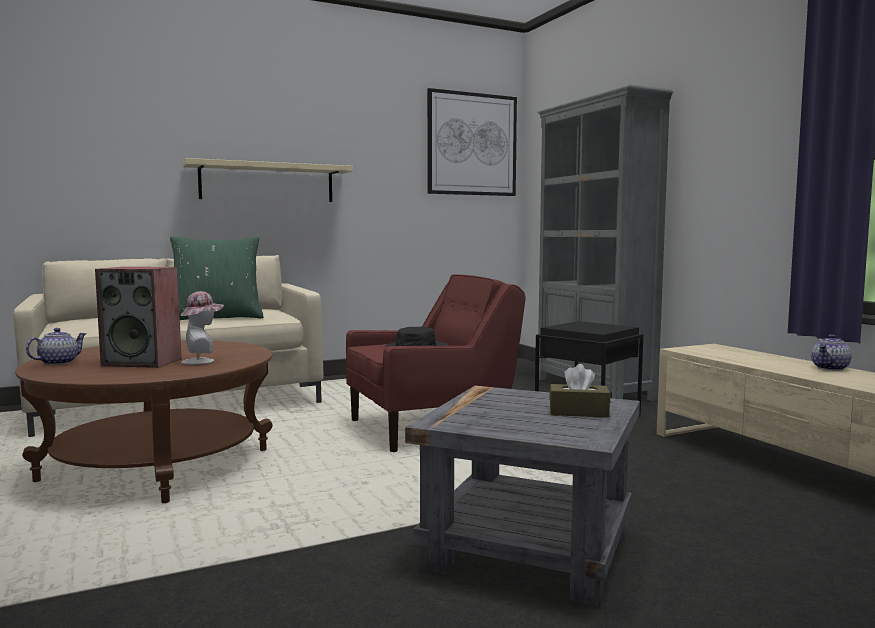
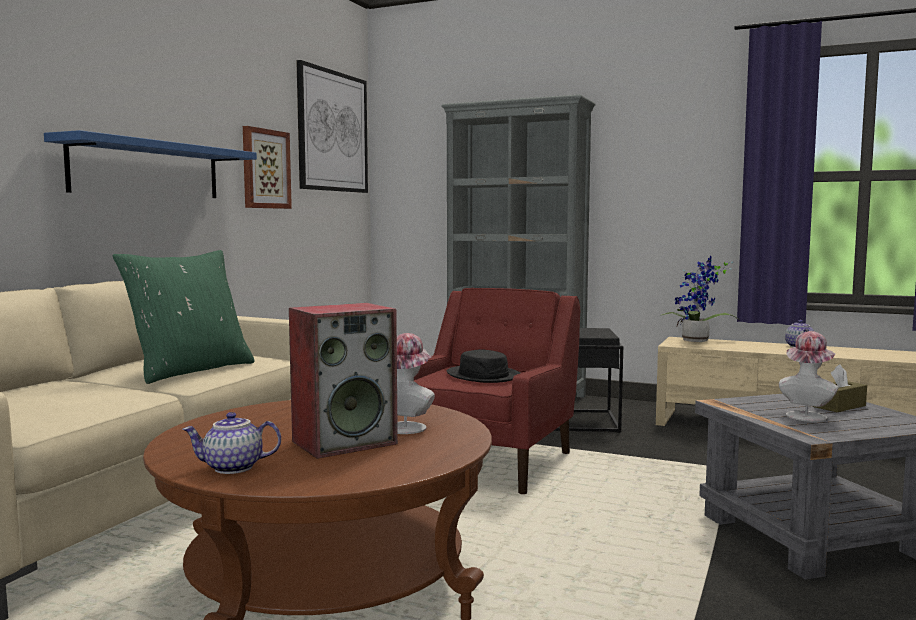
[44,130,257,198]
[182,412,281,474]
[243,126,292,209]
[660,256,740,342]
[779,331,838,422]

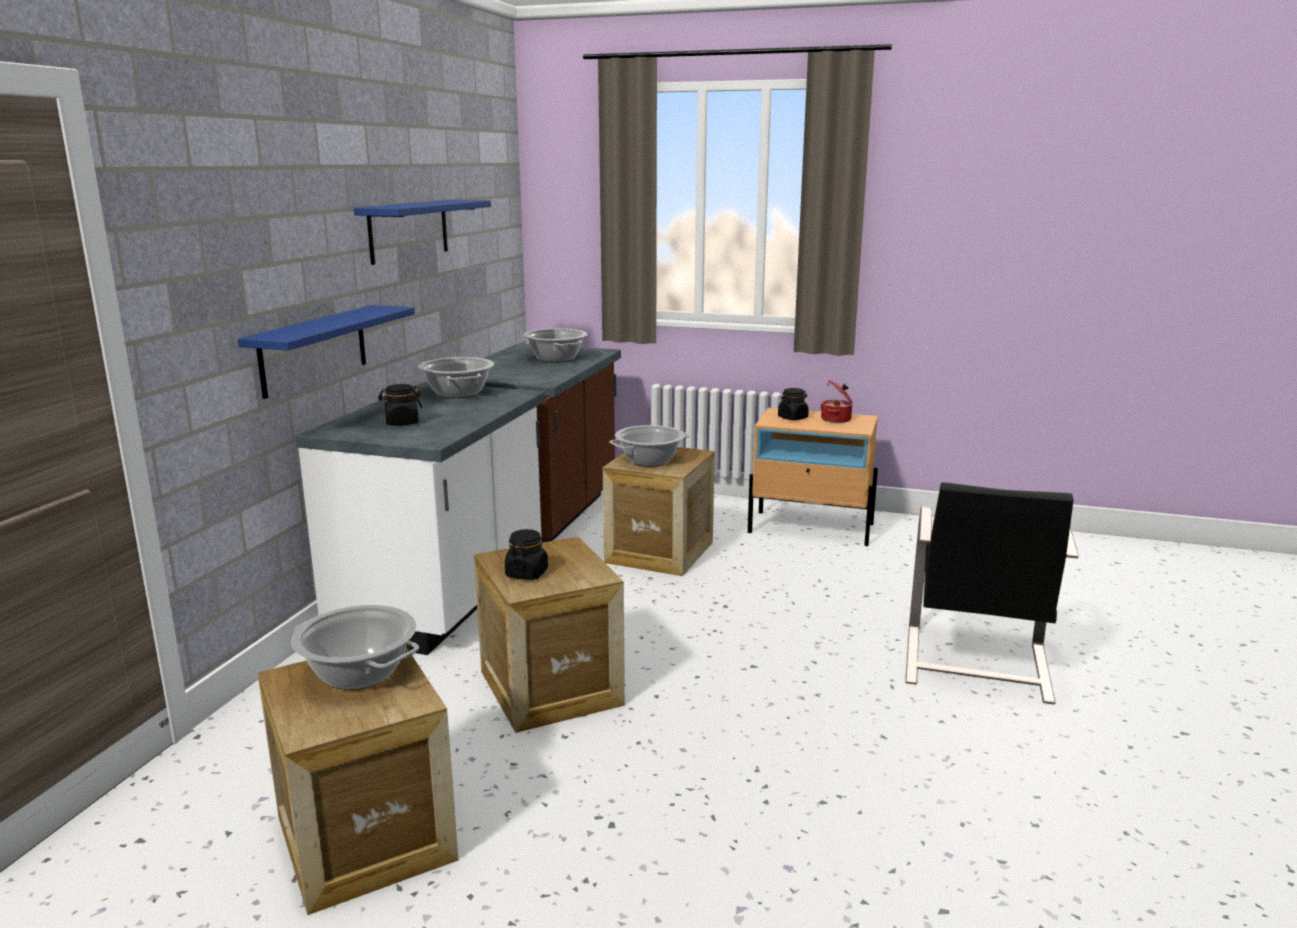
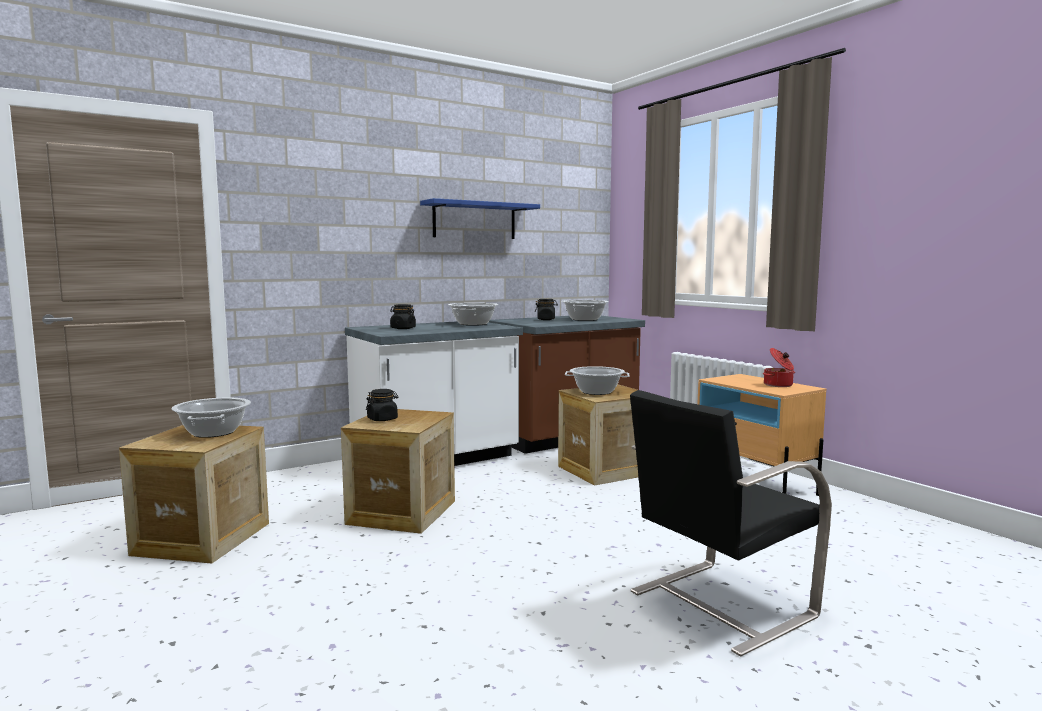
[238,305,415,399] (first image)
[535,299,558,320]

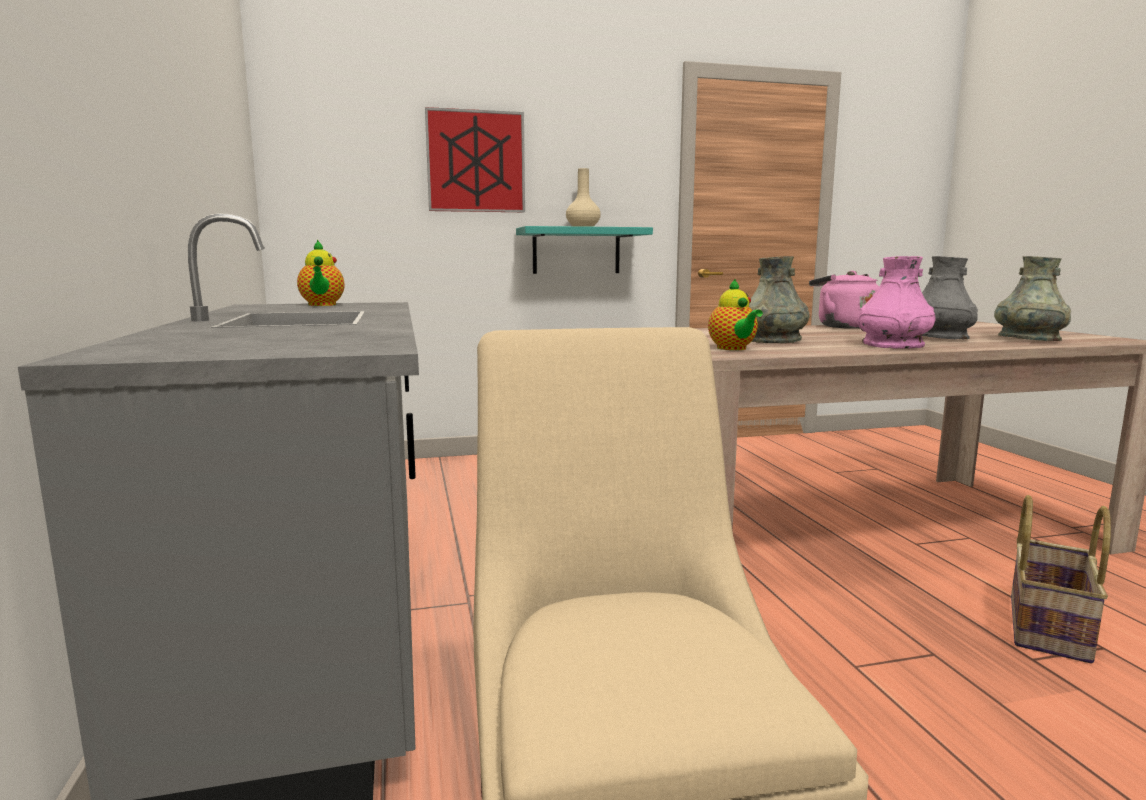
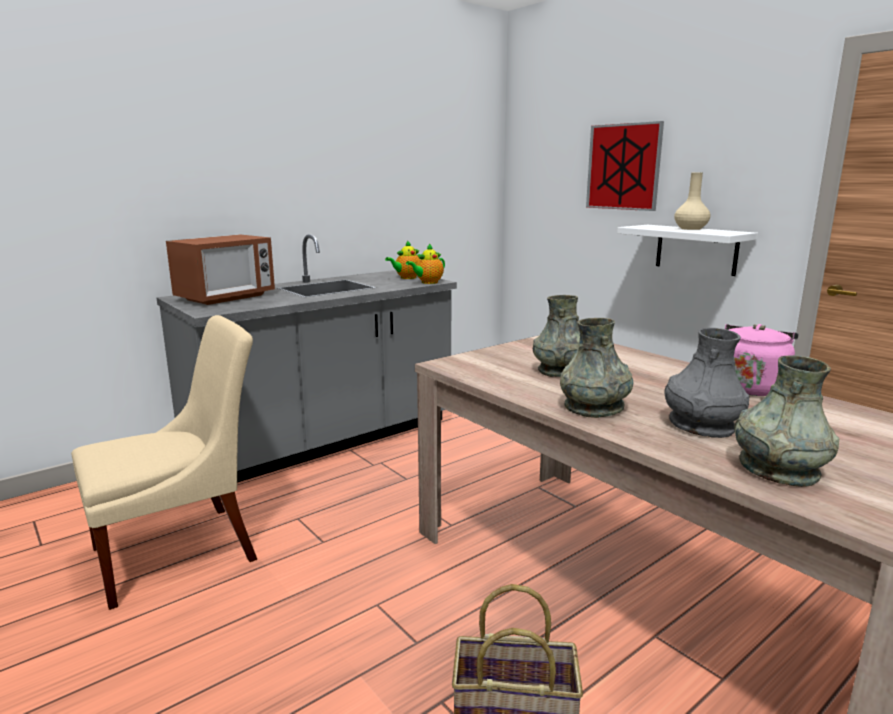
[617,225,758,276]
[560,318,633,418]
[406,244,445,284]
[166,234,275,305]

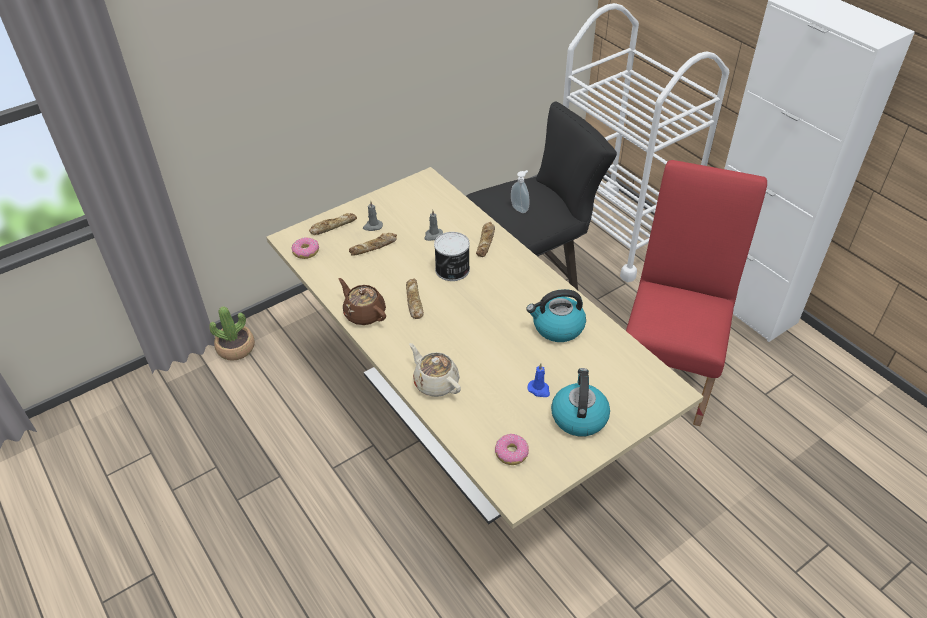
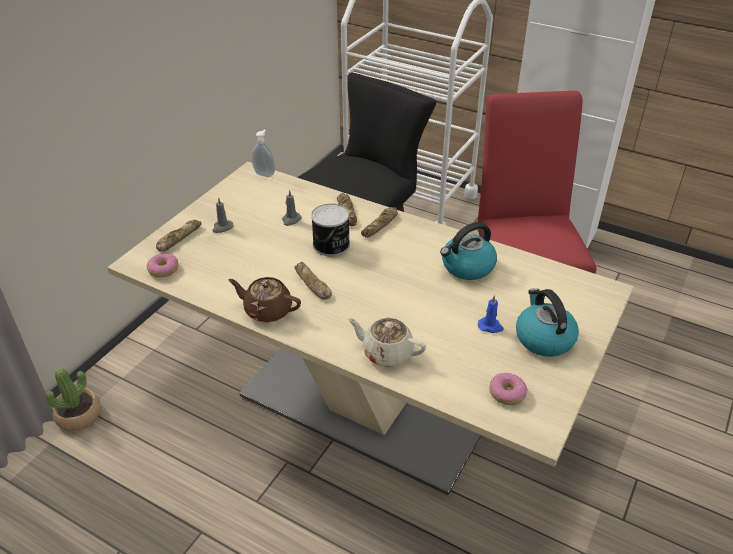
[252,130,275,177]
[361,207,398,238]

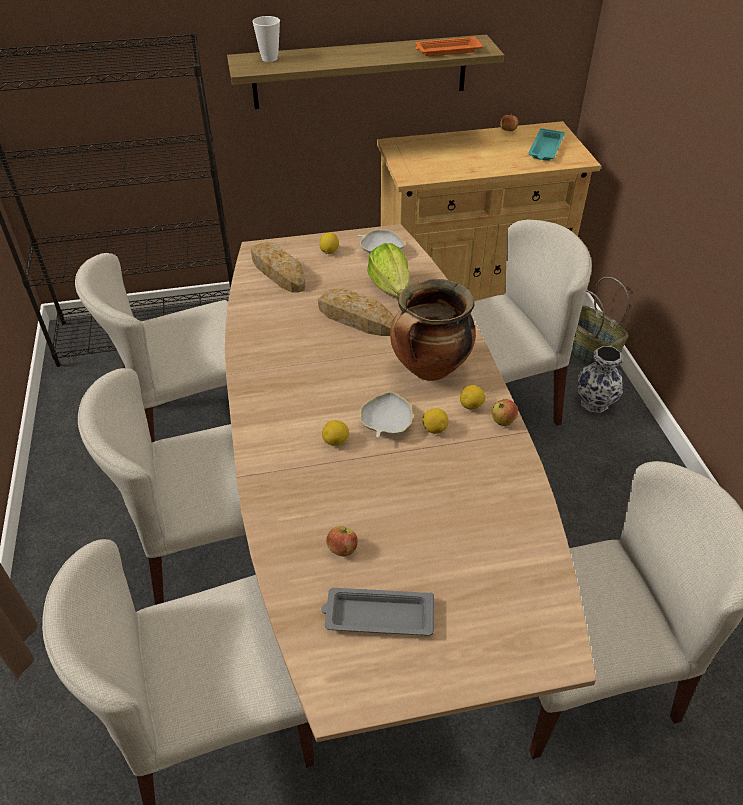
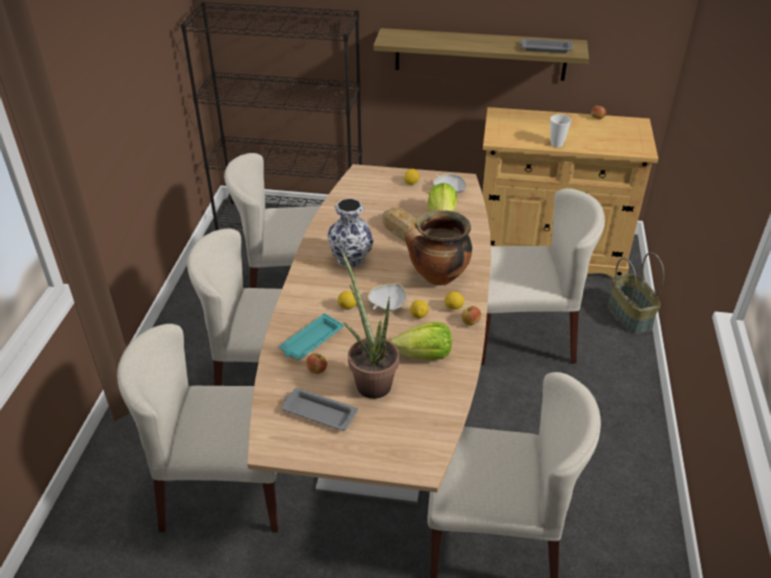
[550,114,571,147]
[519,39,573,53]
[279,313,344,360]
[251,242,305,293] (first image)
[327,198,373,268]
[341,250,399,399]
[391,322,452,360]

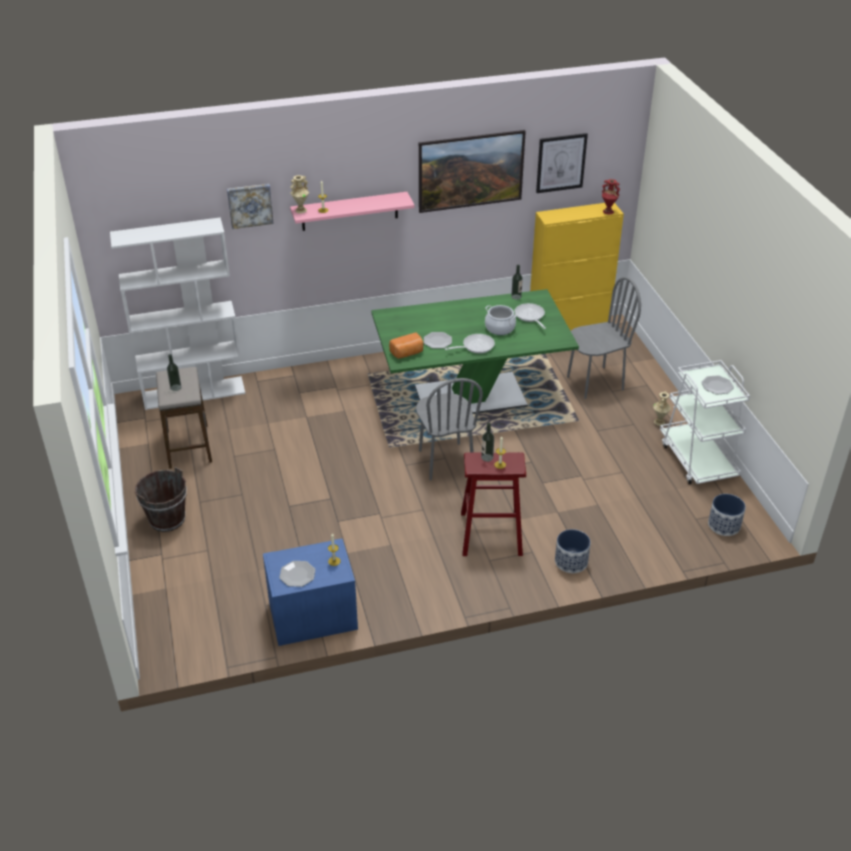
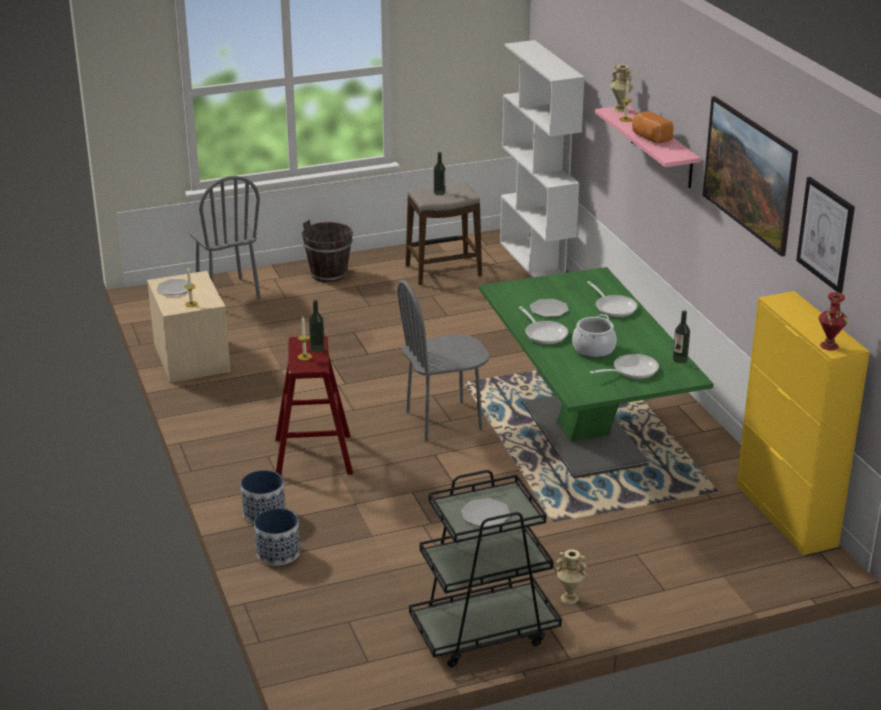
[227,184,274,229] (first image)
[189,176,260,300]
[632,111,673,143]
[409,470,562,667]
[254,508,300,566]
[147,271,230,383]
[587,281,638,317]

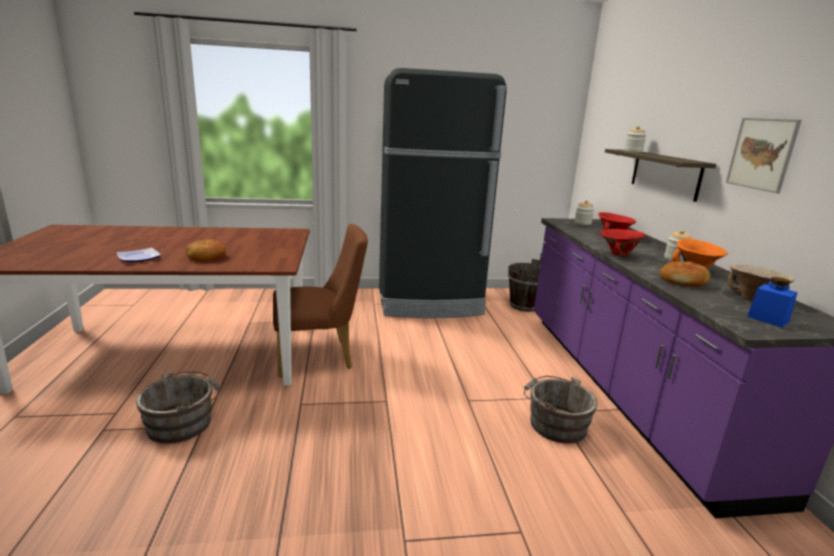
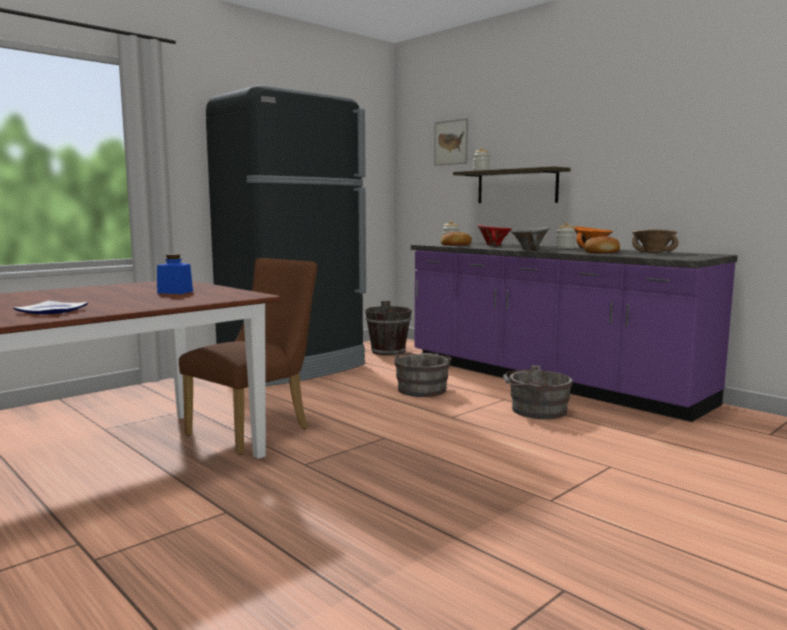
[434,118,468,166]
[510,227,549,250]
[440,232,472,245]
[157,254,193,294]
[394,353,451,397]

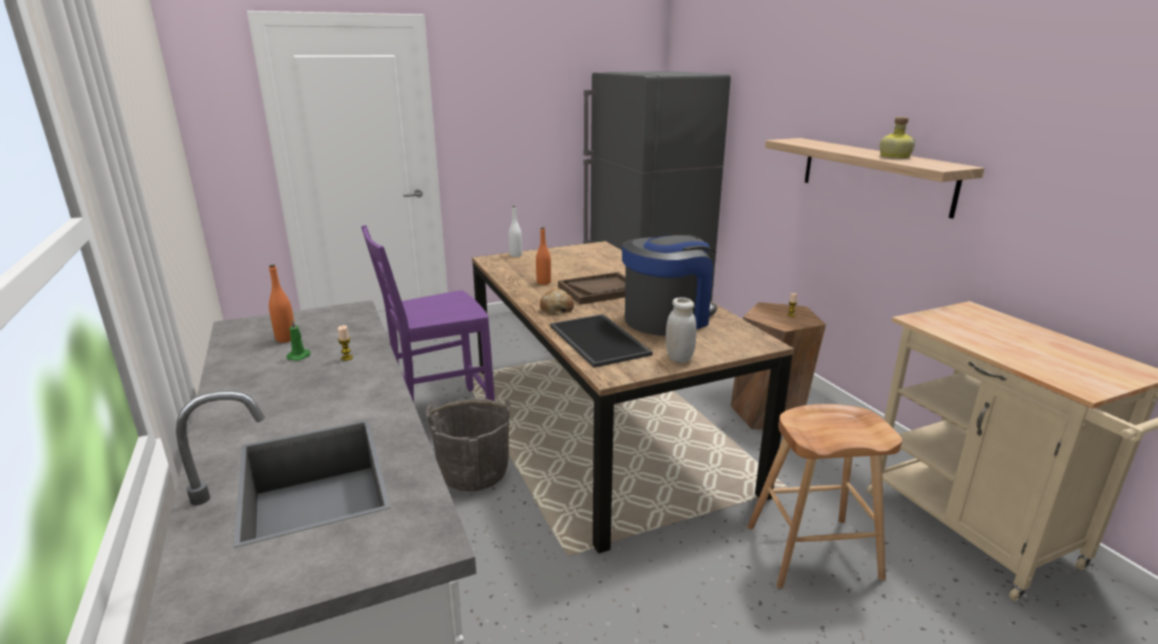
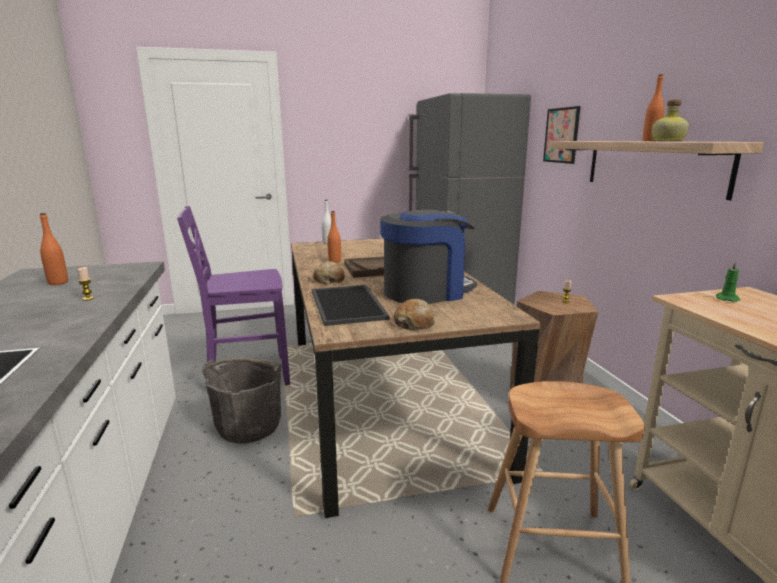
[394,299,435,330]
[716,261,740,302]
[643,75,664,141]
[543,106,581,164]

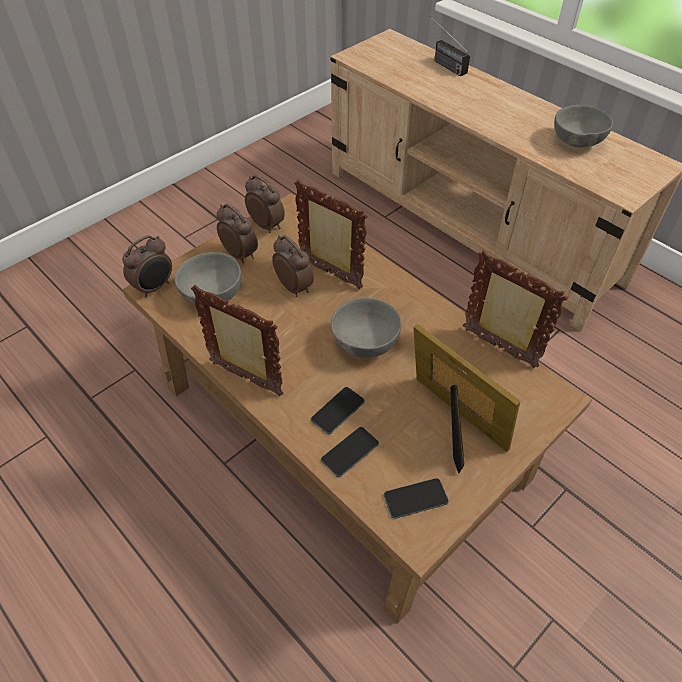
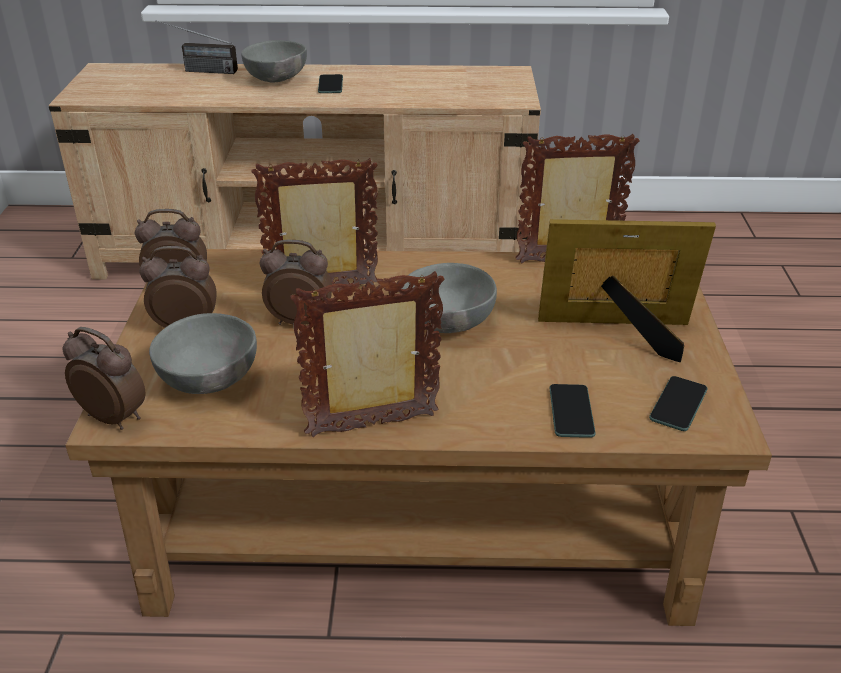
[241,40,307,82]
[63,327,145,430]
[318,74,343,93]

